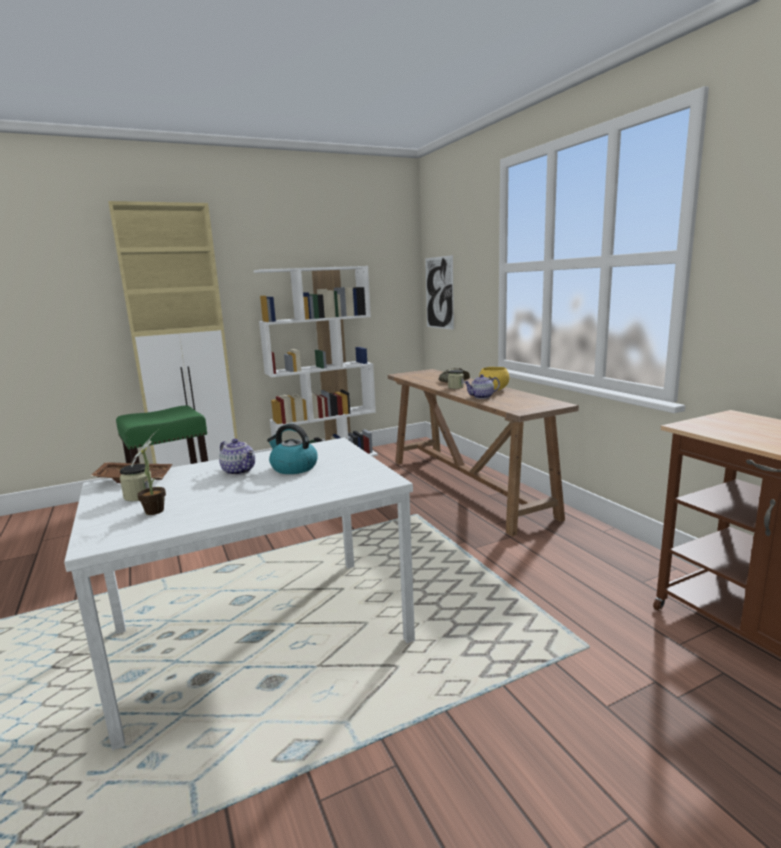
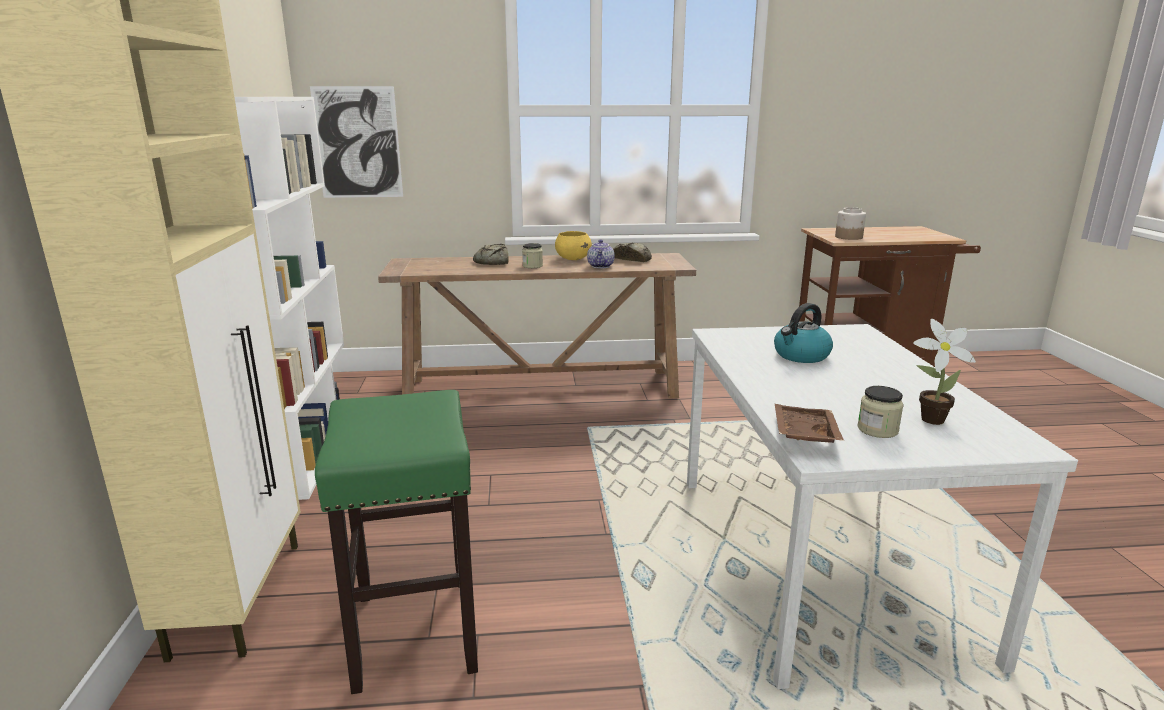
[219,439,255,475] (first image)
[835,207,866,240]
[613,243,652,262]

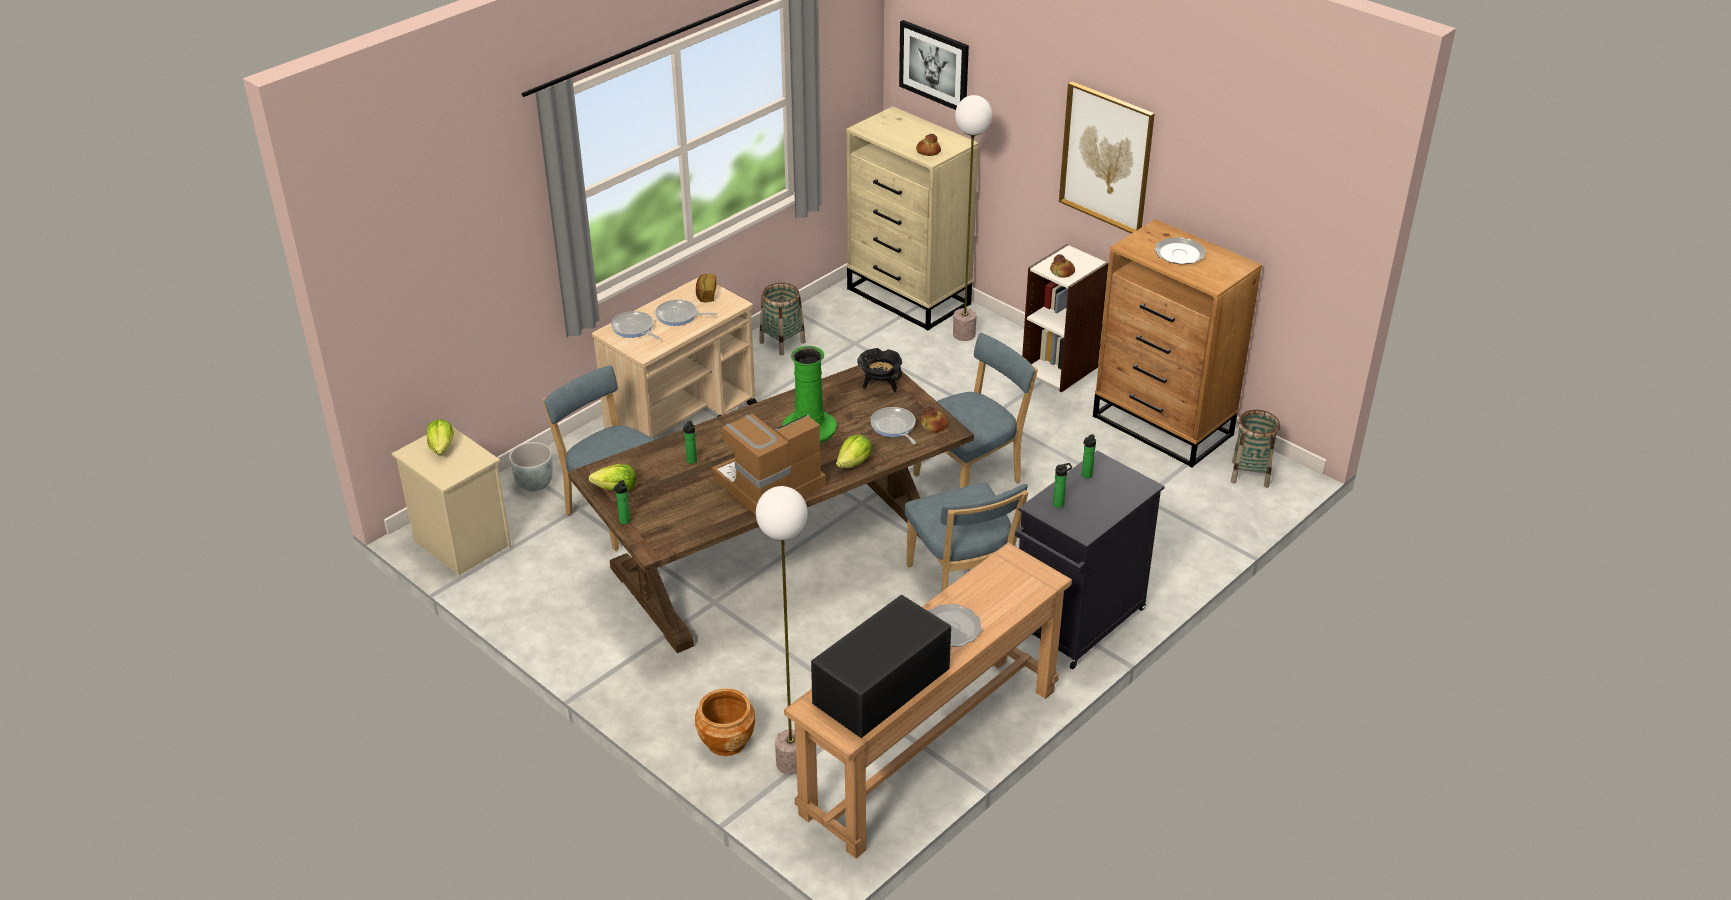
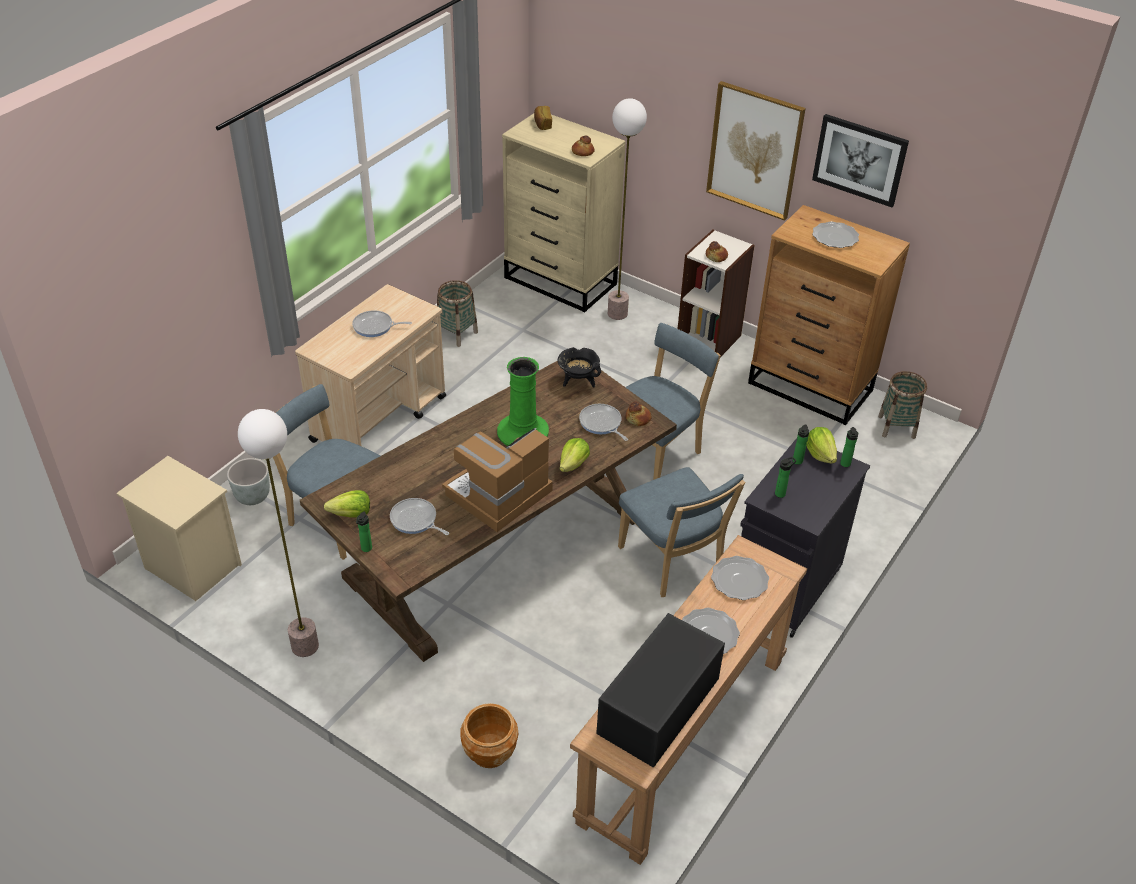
[812,114,909,207]
[534,106,552,130]
[390,498,449,535]
[806,427,837,463]
[840,427,858,467]
[238,409,319,657]
[711,556,769,600]

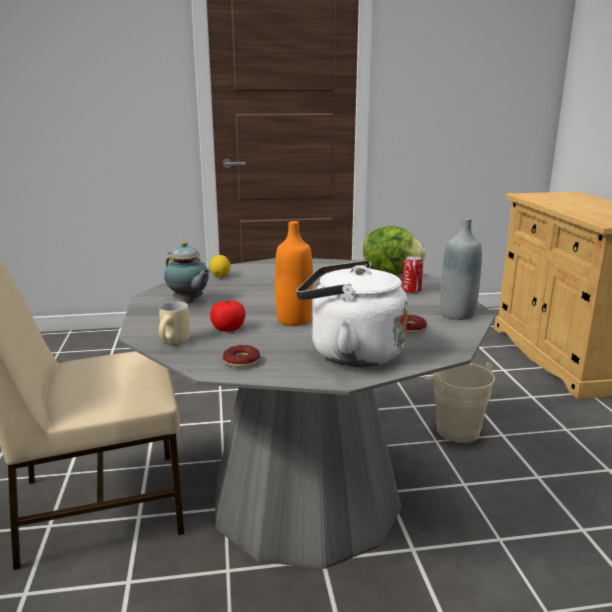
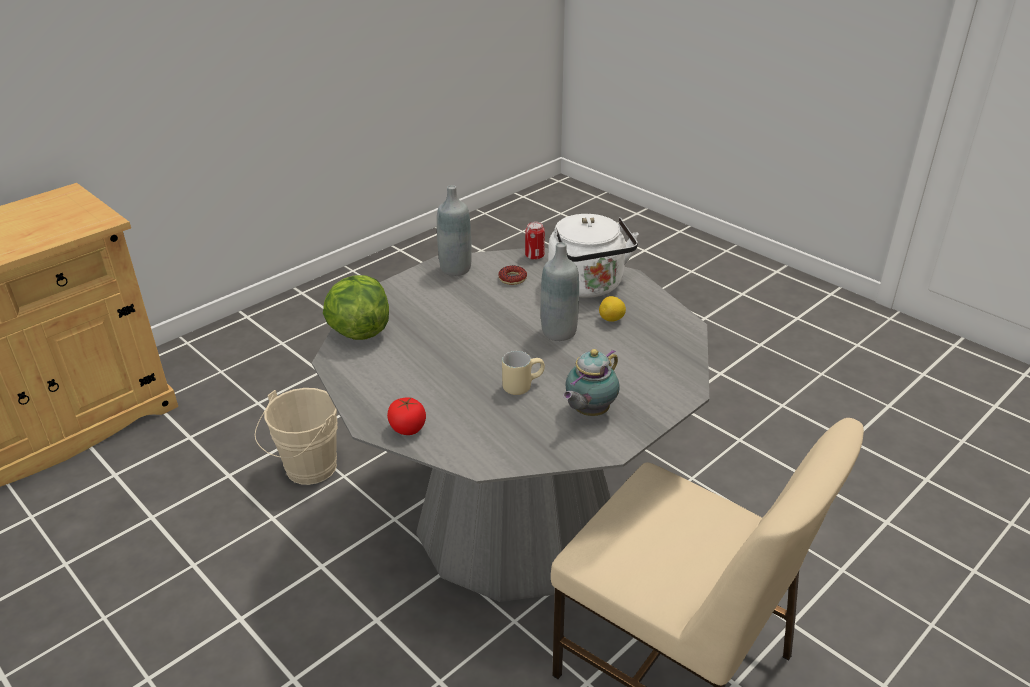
[541,242,579,341]
[563,349,620,416]
[599,296,626,322]
[525,222,545,260]
[387,397,426,435]
[502,351,545,395]
[223,345,260,368] (first image)

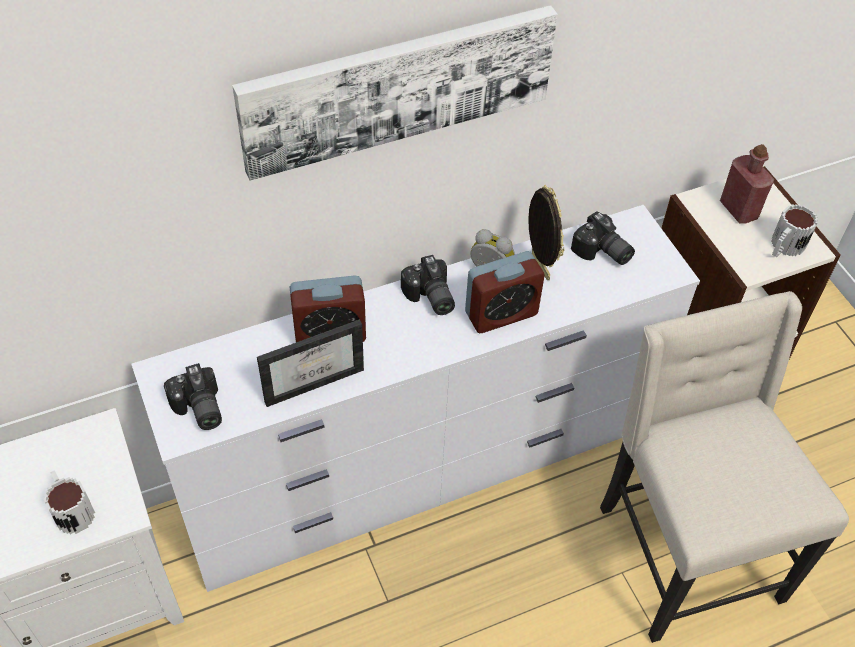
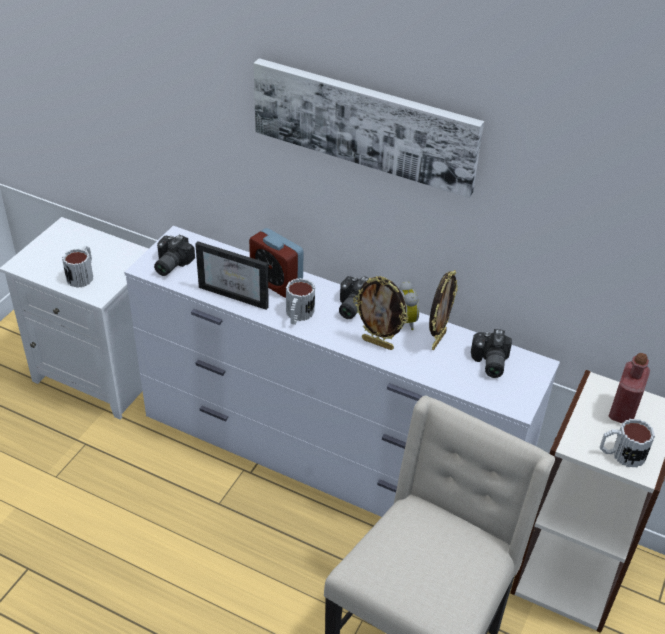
[353,276,409,350]
[286,278,315,325]

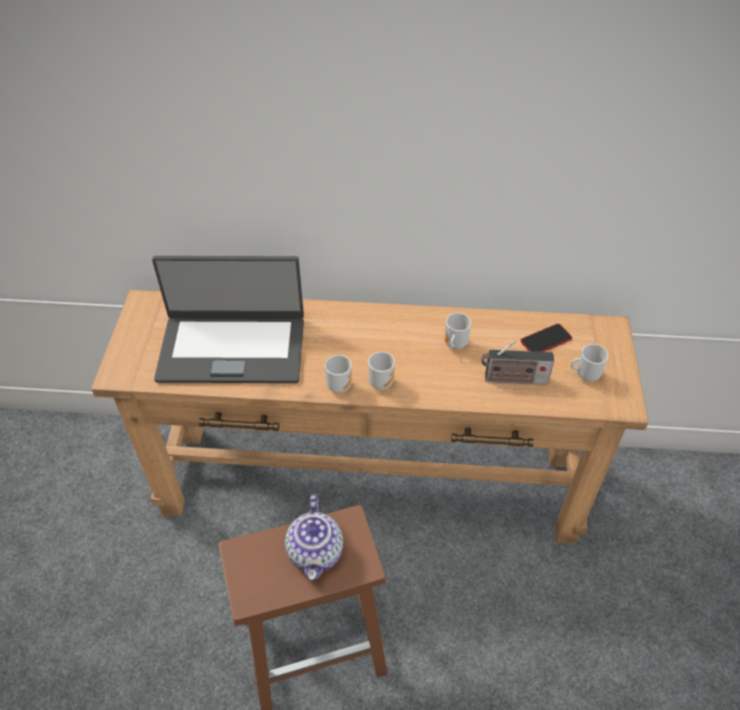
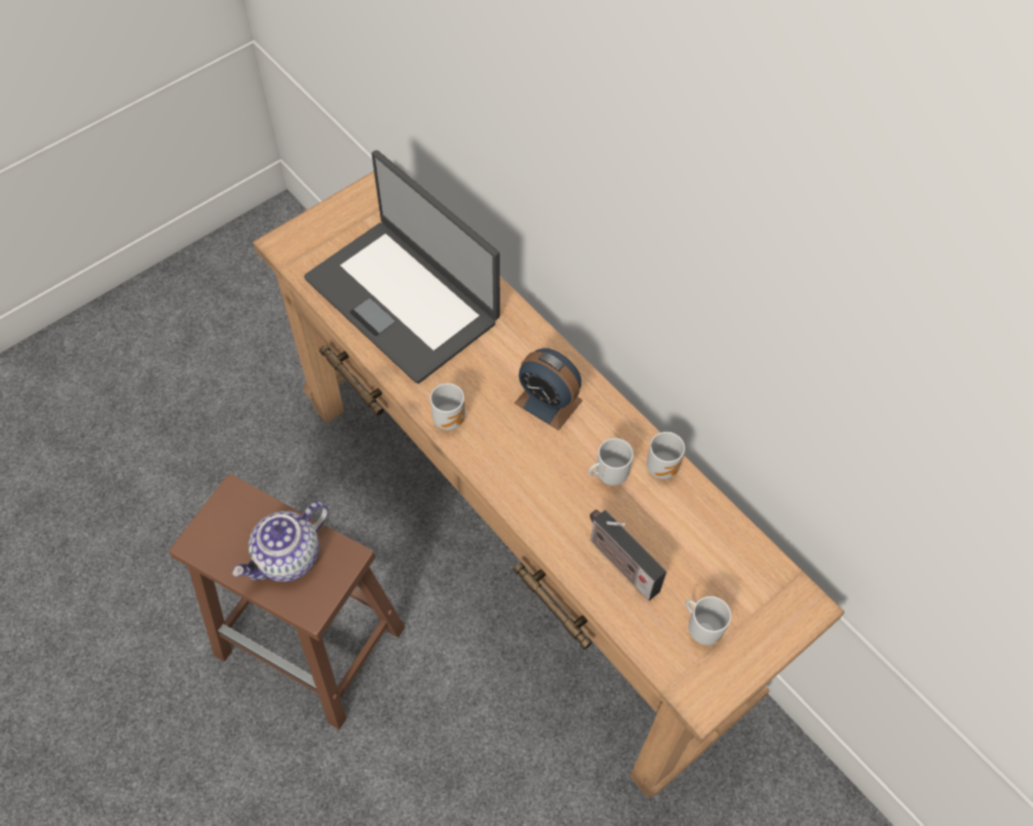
[520,324,572,352] (first image)
[647,432,685,479]
[514,348,583,430]

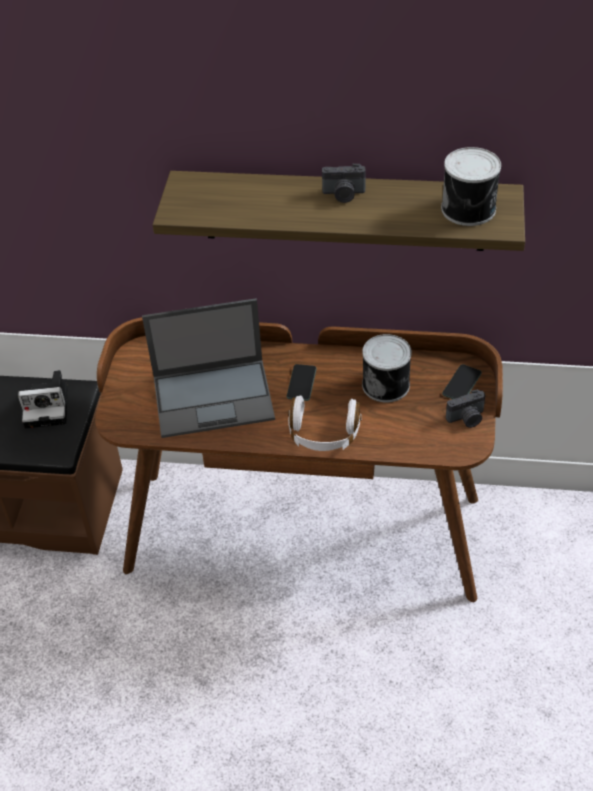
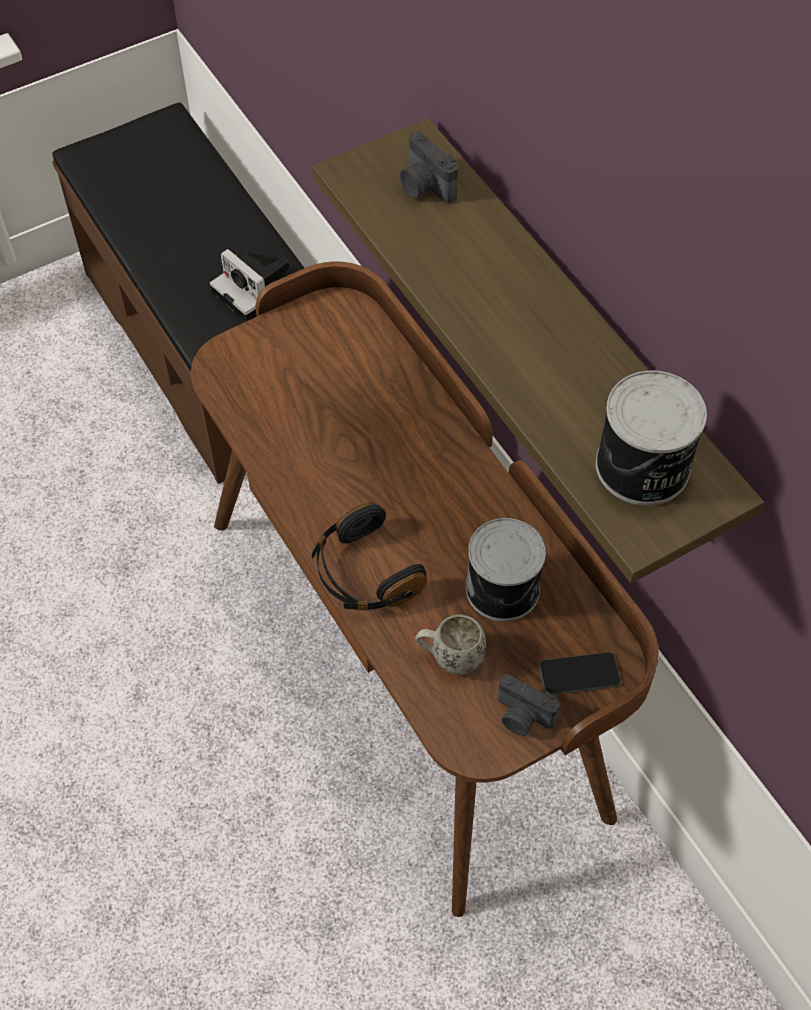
[400,131,458,203]
[142,298,275,438] (first image)
[287,364,317,401] (first image)
[312,502,427,610]
[415,615,486,675]

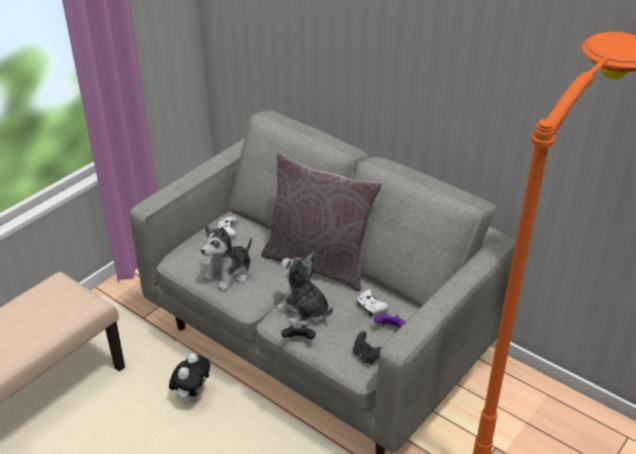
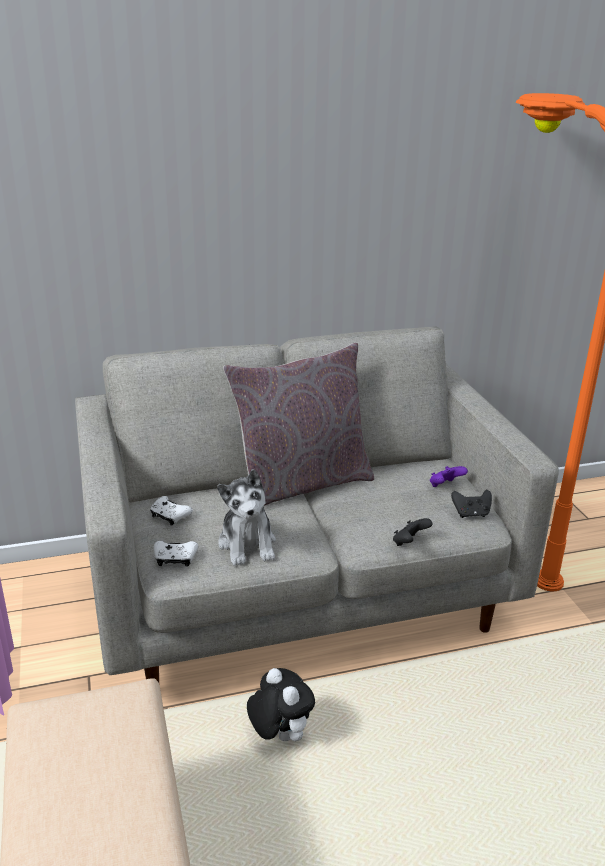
[277,252,333,326] (first image)
[154,541,198,567]

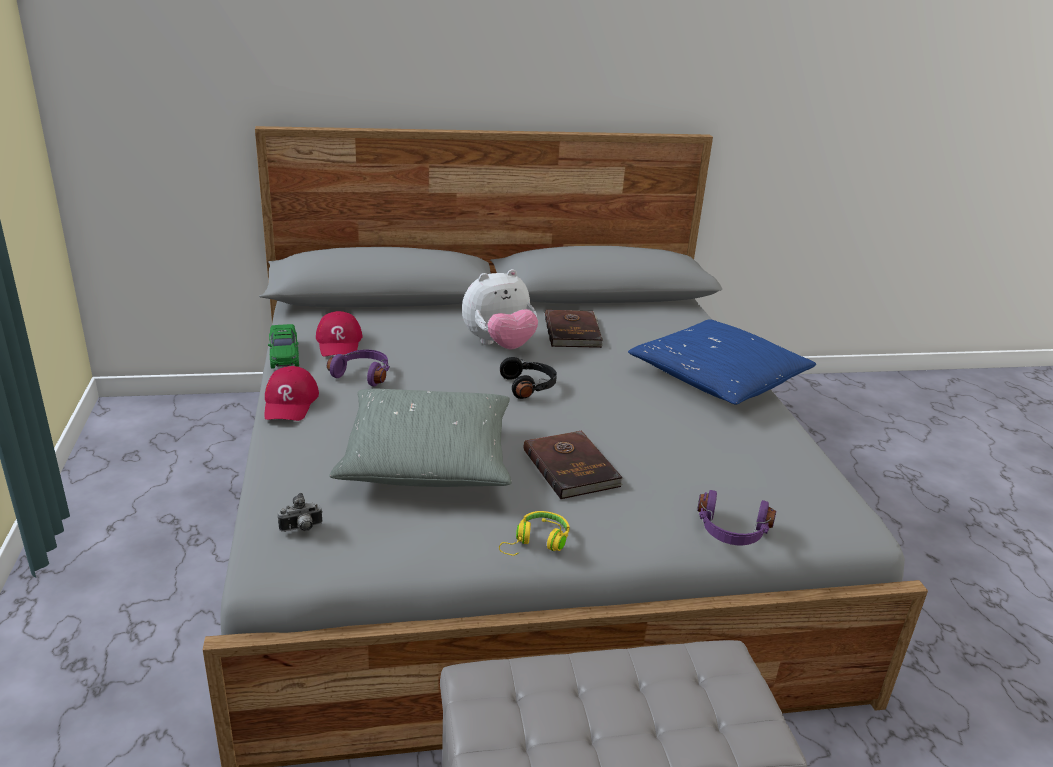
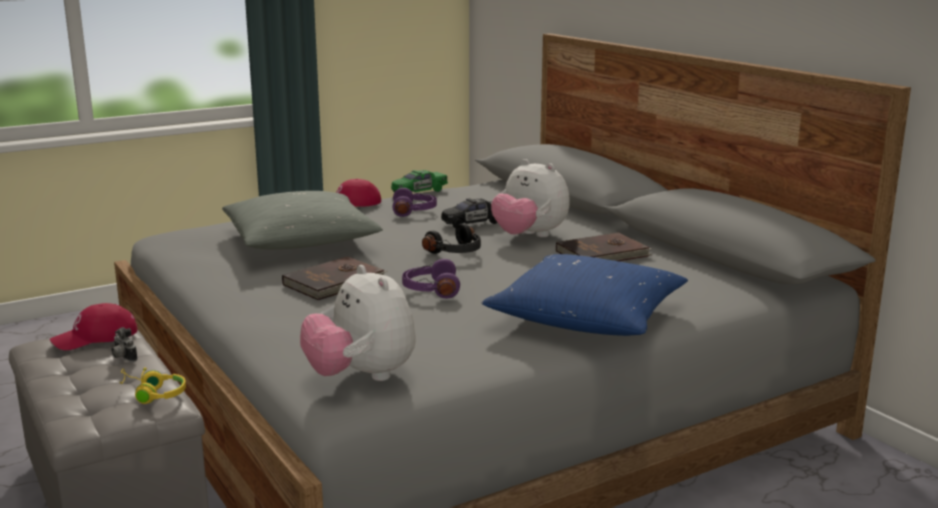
[50,303,137,350]
[402,259,460,298]
[111,327,137,362]
[119,367,186,404]
[441,198,498,229]
[300,265,416,381]

